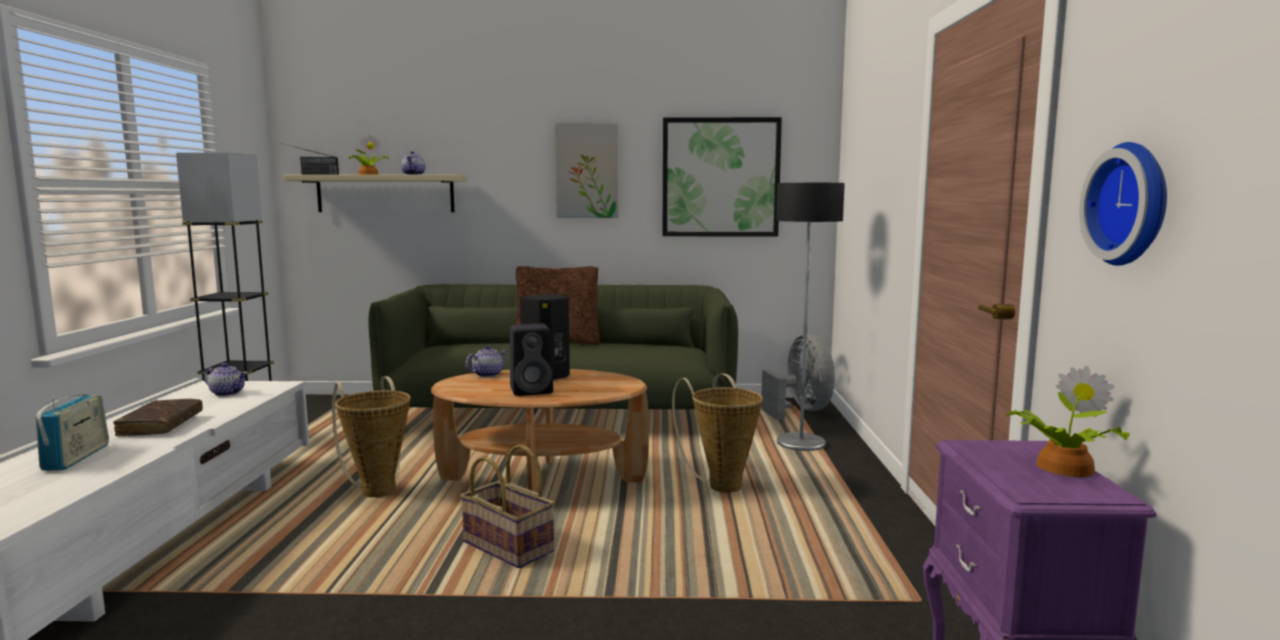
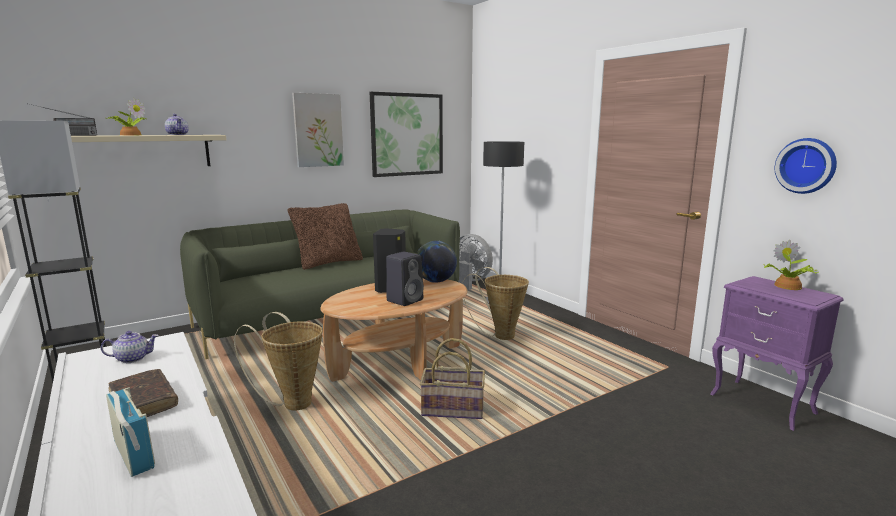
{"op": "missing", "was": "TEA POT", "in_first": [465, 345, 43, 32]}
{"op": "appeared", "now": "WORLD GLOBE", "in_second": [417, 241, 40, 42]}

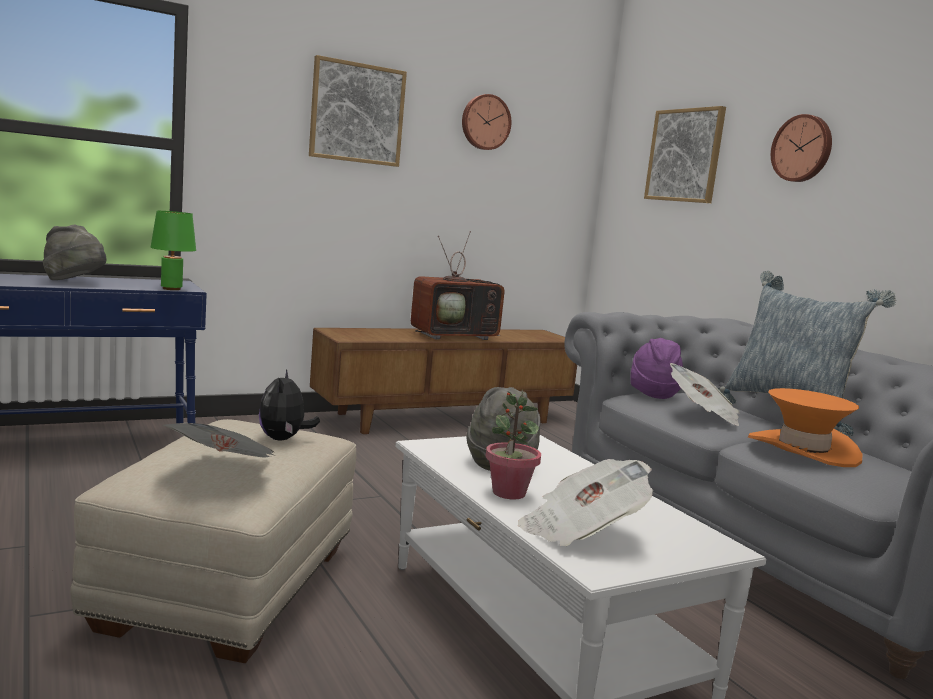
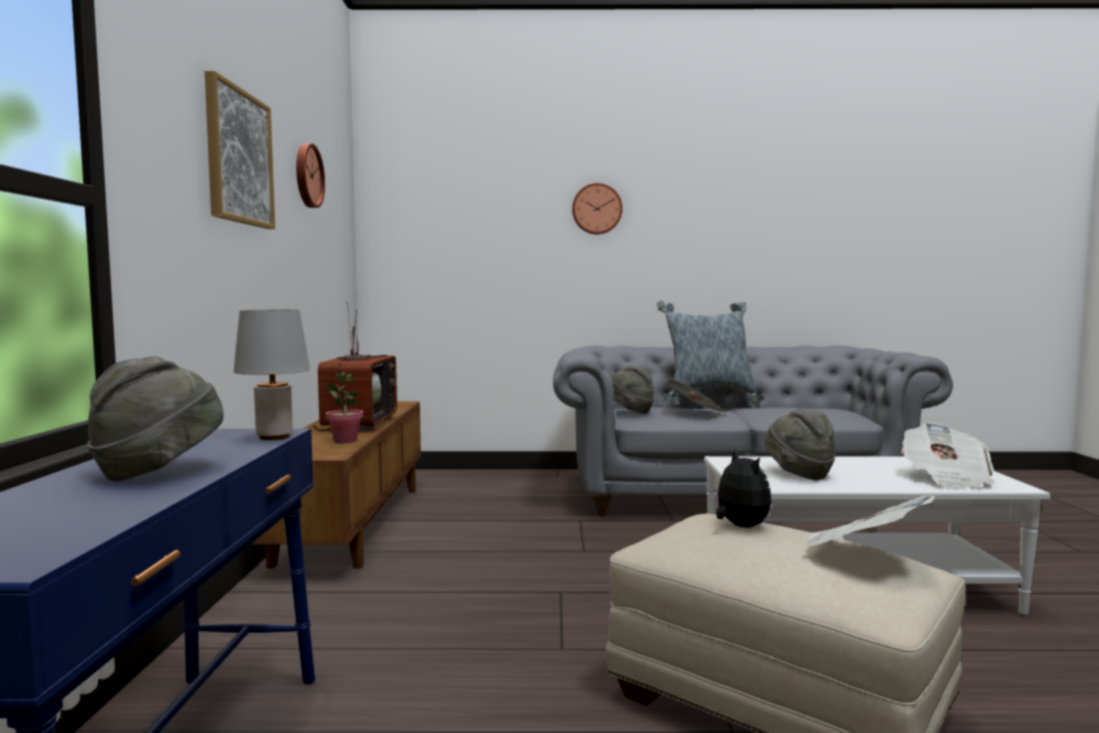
{"op": "missing", "was": "WALL PICTURE", "in_first": [644, 106, 82, 97]}
{"op": "missing", "was": "ORANGE CLOTHING HAT", "in_first": [748, 388, 114, 79]}
{"op": "relocated", "was": "PLANT IN A POT", "in_first": [485, 390, 56, 110], "in_second": [325, 372, 38, 71]}
{"op": "colour", "was": "GREEN-COLOURED TABLE LAMP", "now": "GRAY TABLE LAMP", "in_first": [151, 211, 45, 79], "in_second": [234, 310, 76, 130]}
{"op": "colour", "was": "PURPLE-COLOURED CLOTHING HAT", "now": "GRAY CLOTHING HAT", "in_first": [630, 338, 53, 61], "in_second": [611, 365, 43, 49]}
{"op": "spun", "was": "PLUSH TOY", "in_first": [259, 369, 61, 71], "in_second": [710, 448, 62, 80], "clockwise": -135}

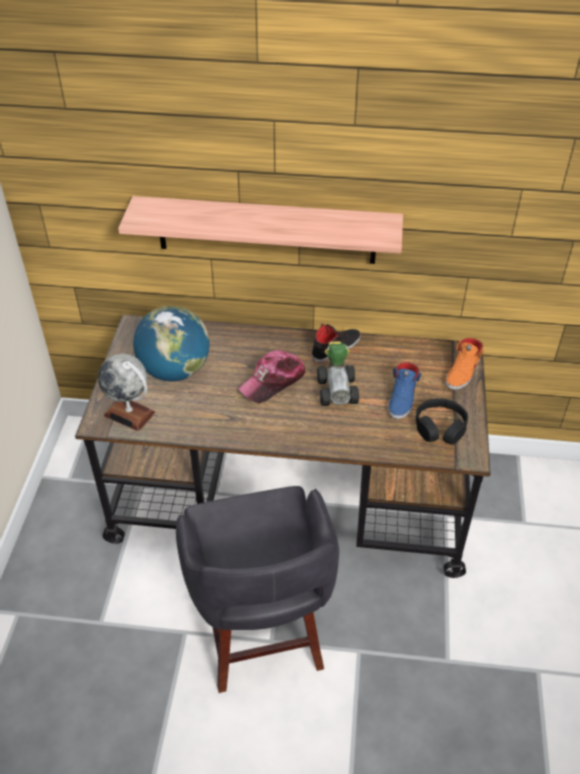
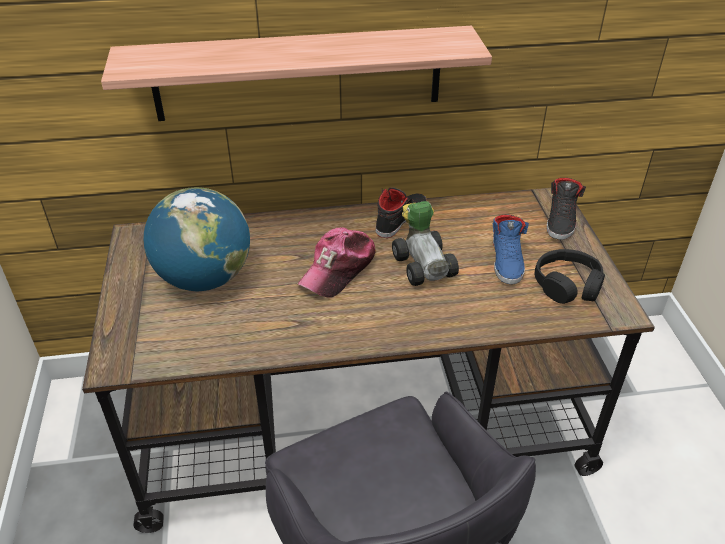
{"op": "missing", "was": "WORLD GLOBE", "in_first": [98, 354, 58, 77]}
{"op": "colour", "was": "ORANGE ITEM OF FOOTWEAR", "now": "BLACK ITEM OF FOOTWEAR", "in_first": [445, 338, 39, 52], "in_second": [547, 178, 39, 62]}

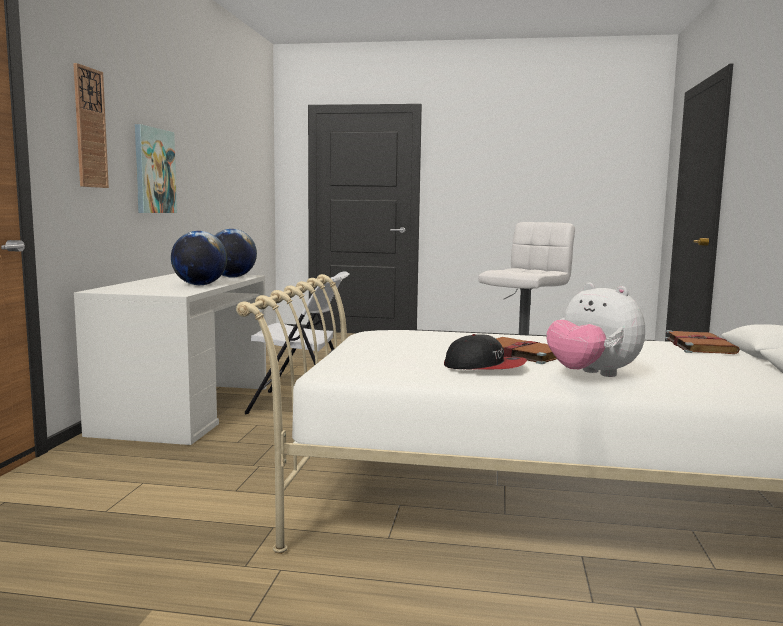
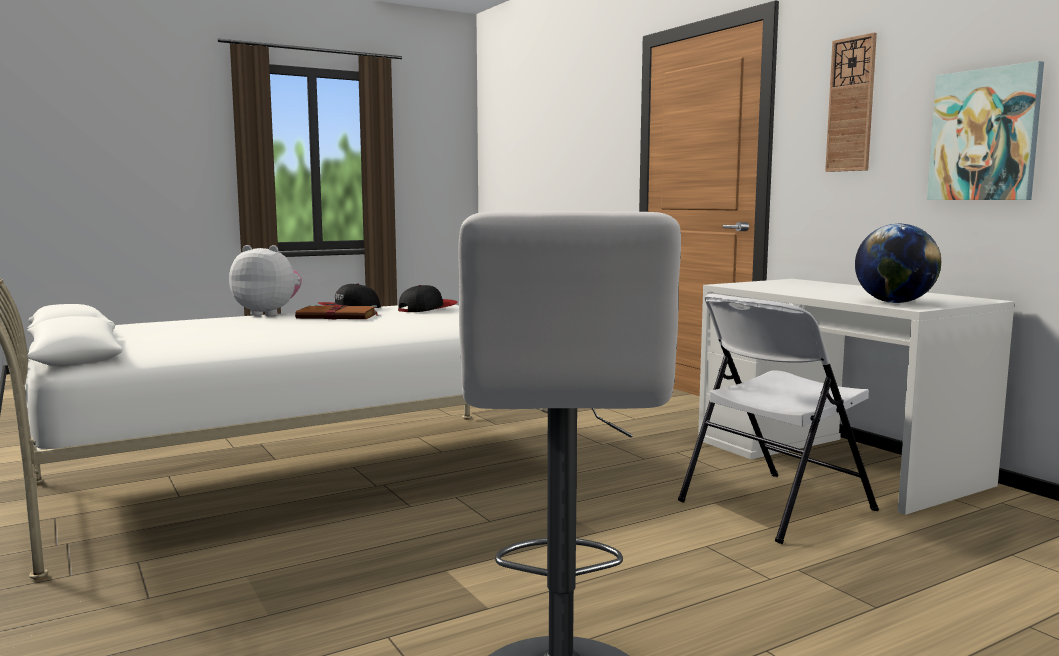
{"op": "missing", "was": "WORLD GLOBE", "in_first": [171, 231, 56, 54]}
{"op": "missing", "was": "BROWN BOOK", "in_first": [665, 330, 75, 24]}
{"op": "appeared", "now": "PEAKED CAP", "in_second": [398, 285, 60, 27]}

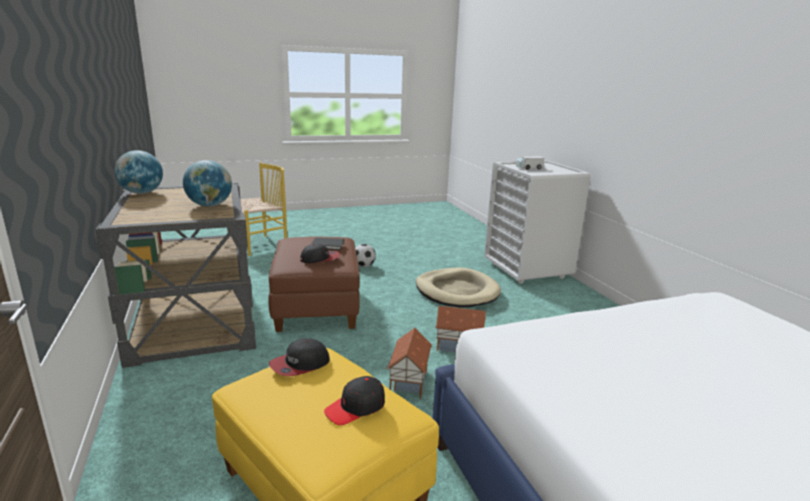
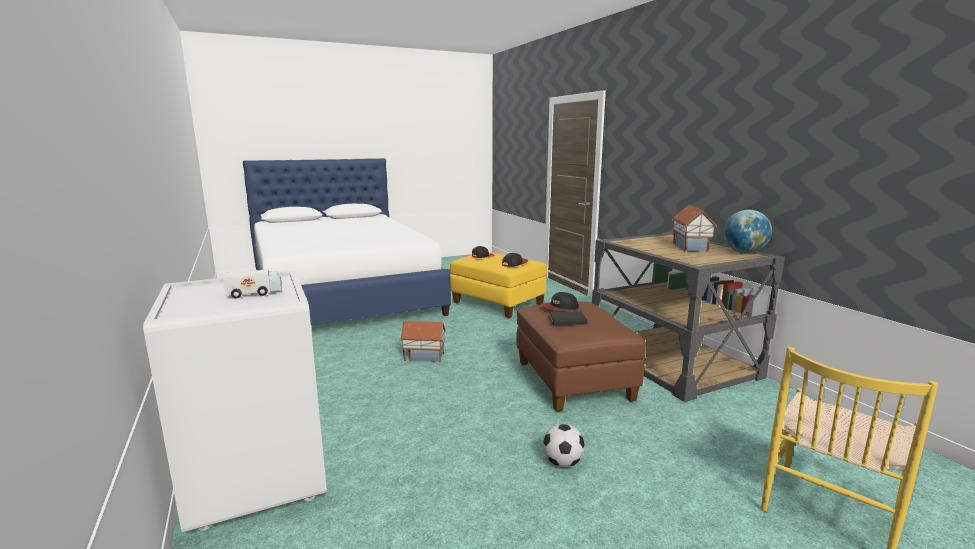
{"op": "missing", "was": "WORLD GLOBE", "in_first": [183, 160, 49, 47]}
{"op": "missing", "was": "SAND-COLOURED DOG CUSHION", "in_first": [416, 267, 85, 40]}
{"op": "relocated", "was": "MODEL HOUSE", "in_first": [387, 328, 45, 71], "in_second": [672, 205, 45, 47]}

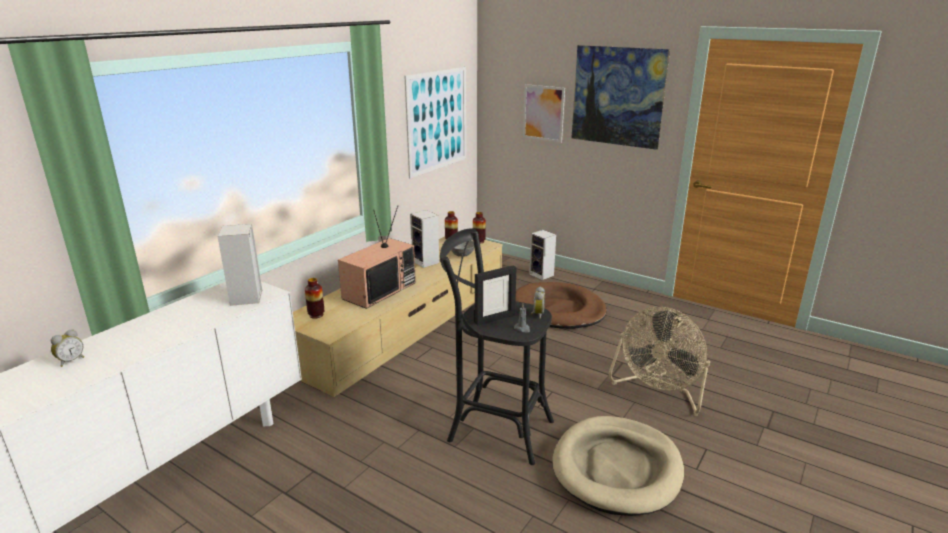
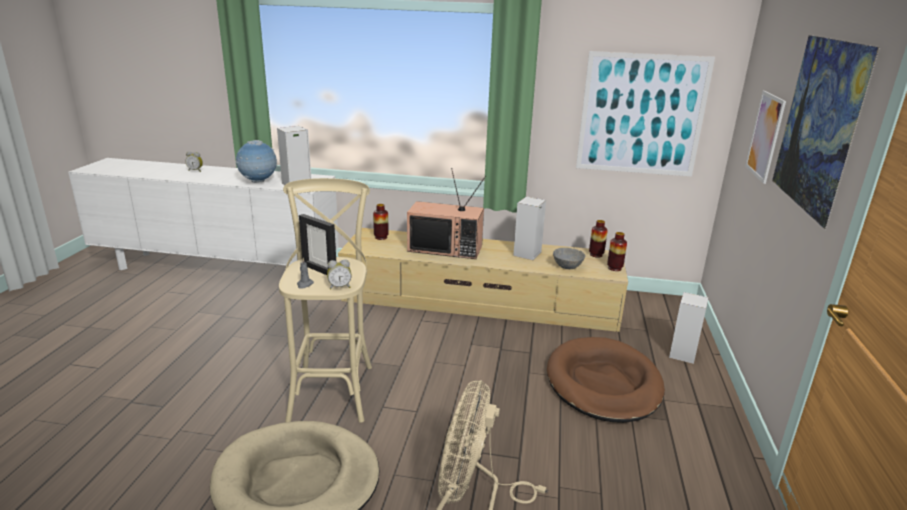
{"op": "appeared", "now": "WORLD GLOBE", "in_second": [236, 140, 41, 43]}
{"op": "colour", "was": "BLACK SITTING STOOL", "now": "SAND-COLOURED SITTING STOOL", "in_first": [440, 228, 114, 237], "in_second": [279, 178, 93, 245]}

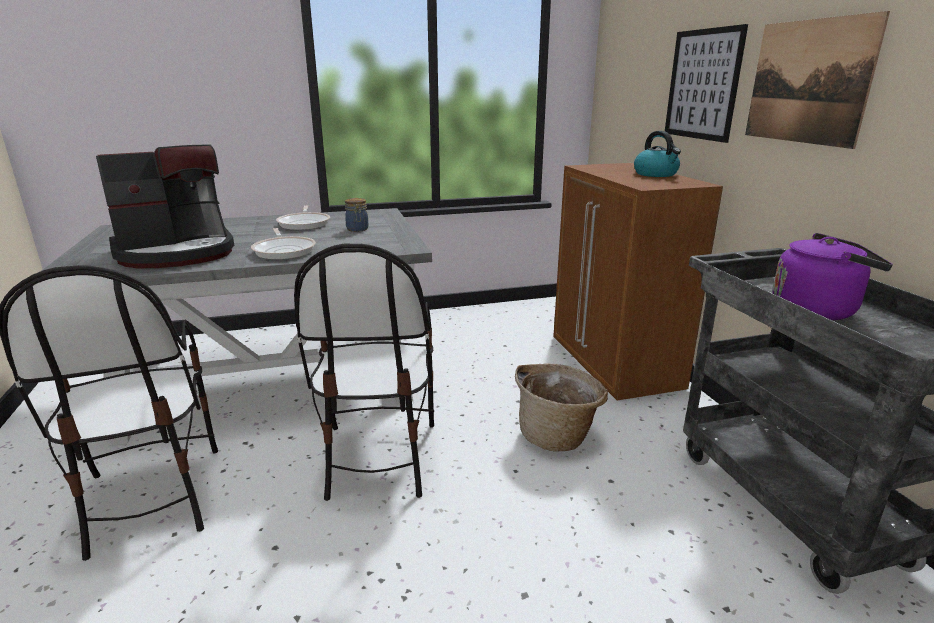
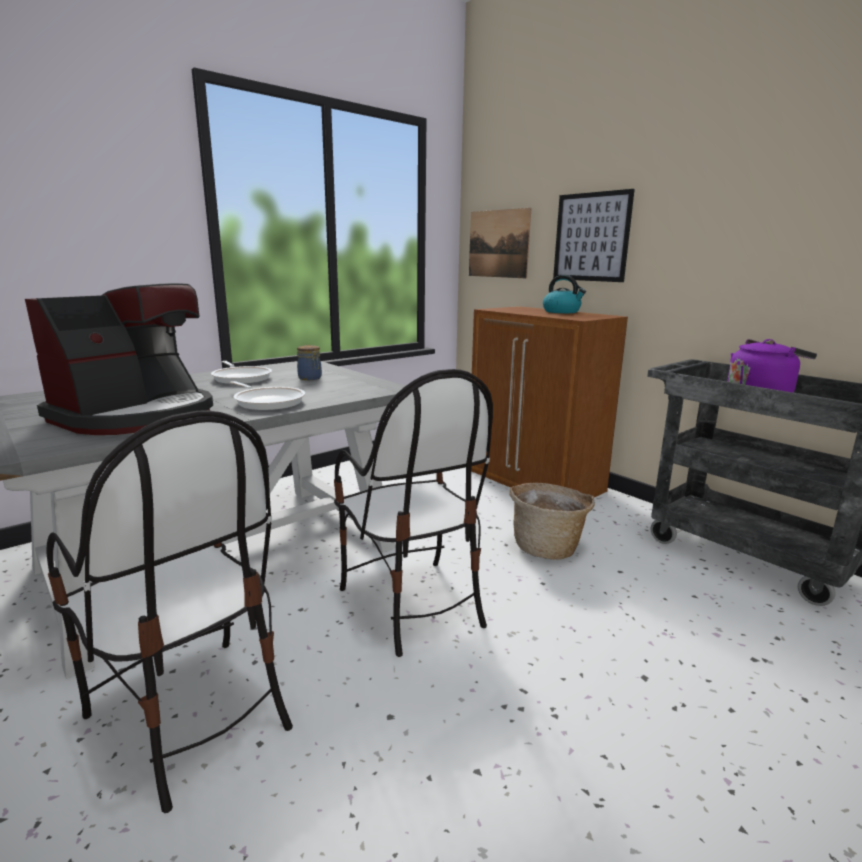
{"op": "relocated", "was": "WALL PICTURE", "in_first": [745, 11, 145, 138], "in_second": [469, 208, 62, 71]}

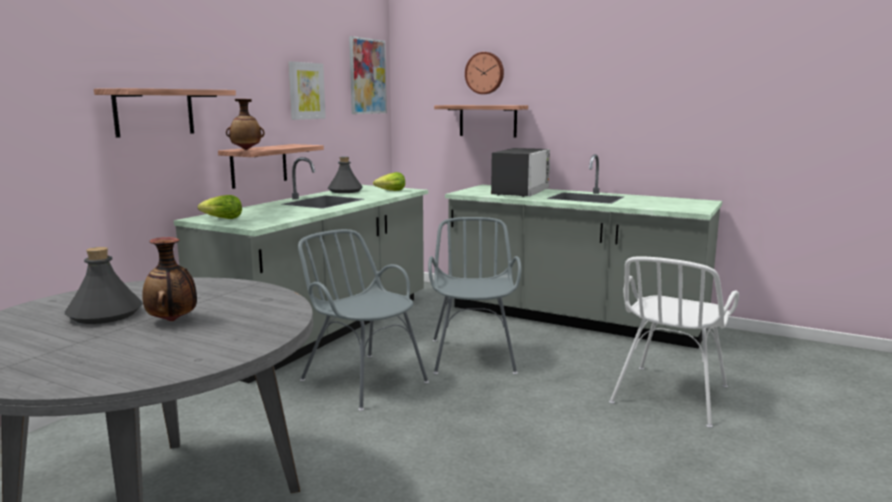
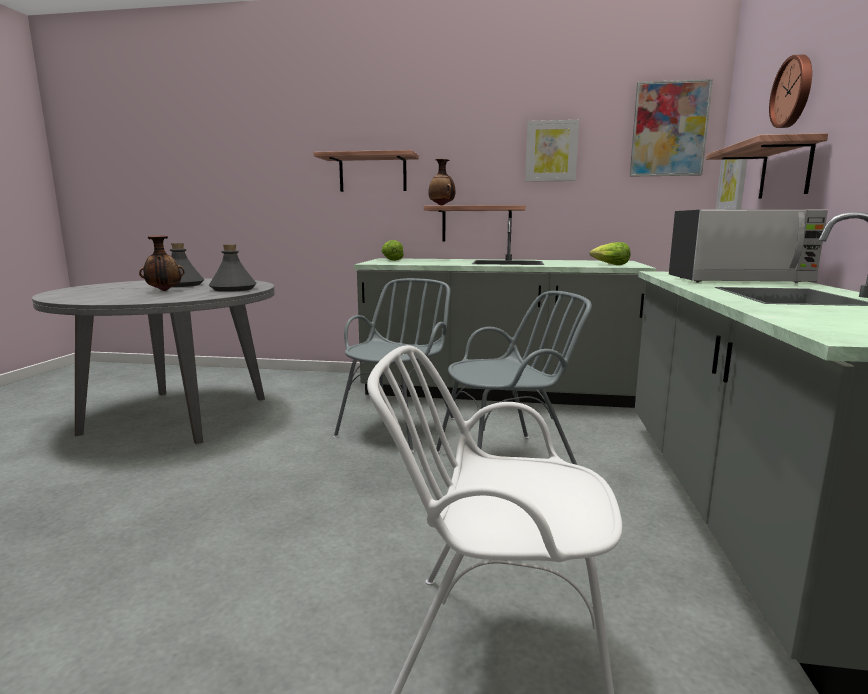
{"op": "appeared", "now": "WALL PICTURE", "in_second": [716, 140, 31, 70]}
{"op": "relocated", "was": "GRAY DRINK BOTTLE", "in_first": [328, 157, 35, 36], "in_second": [209, 244, 48, 48]}

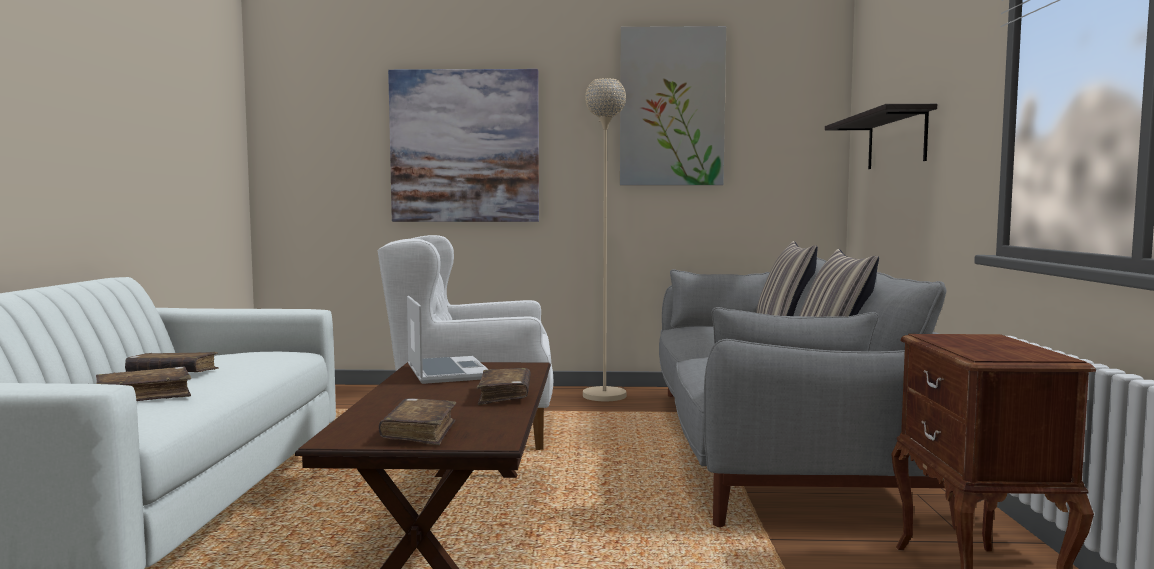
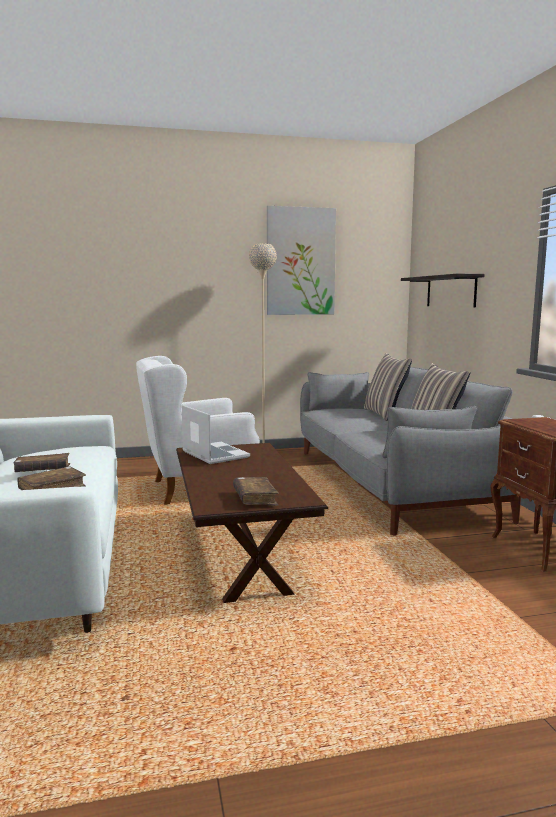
{"op": "missing", "was": "WALL PICTURE", "in_first": [388, 69, 151, 153]}
{"op": "missing", "was": "BROWN BOOK", "in_first": [477, 368, 54, 37]}

